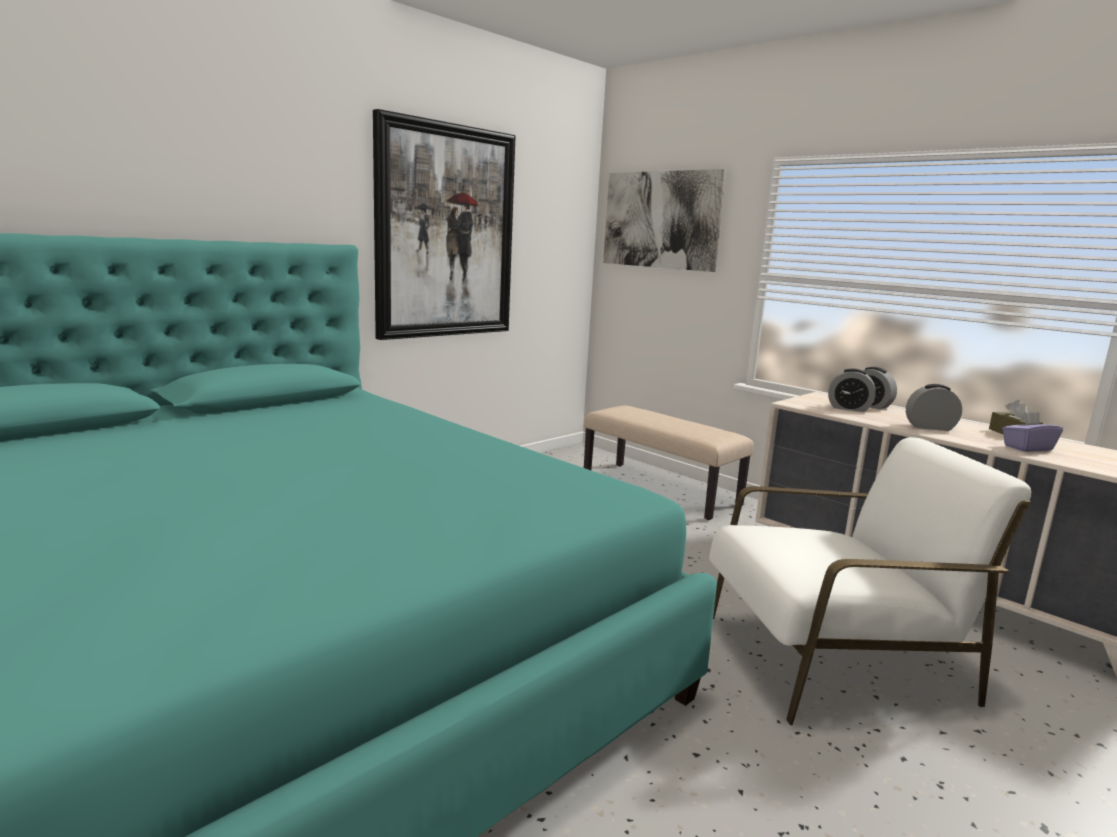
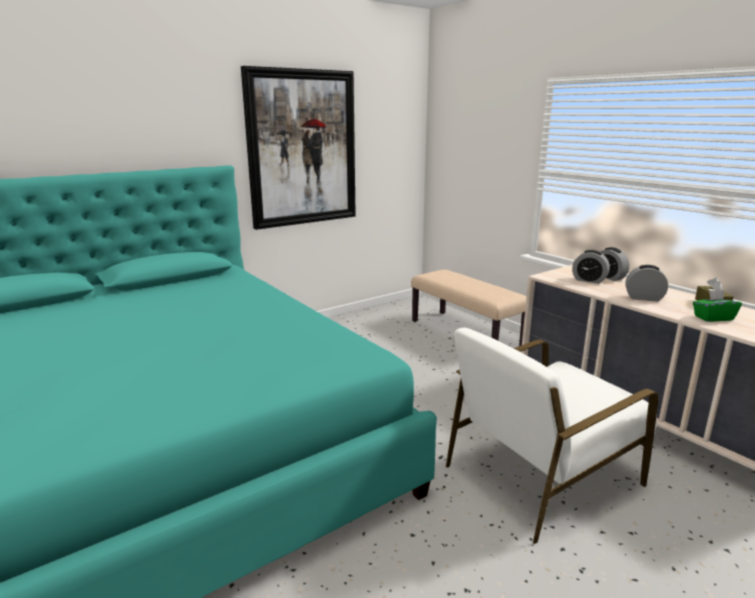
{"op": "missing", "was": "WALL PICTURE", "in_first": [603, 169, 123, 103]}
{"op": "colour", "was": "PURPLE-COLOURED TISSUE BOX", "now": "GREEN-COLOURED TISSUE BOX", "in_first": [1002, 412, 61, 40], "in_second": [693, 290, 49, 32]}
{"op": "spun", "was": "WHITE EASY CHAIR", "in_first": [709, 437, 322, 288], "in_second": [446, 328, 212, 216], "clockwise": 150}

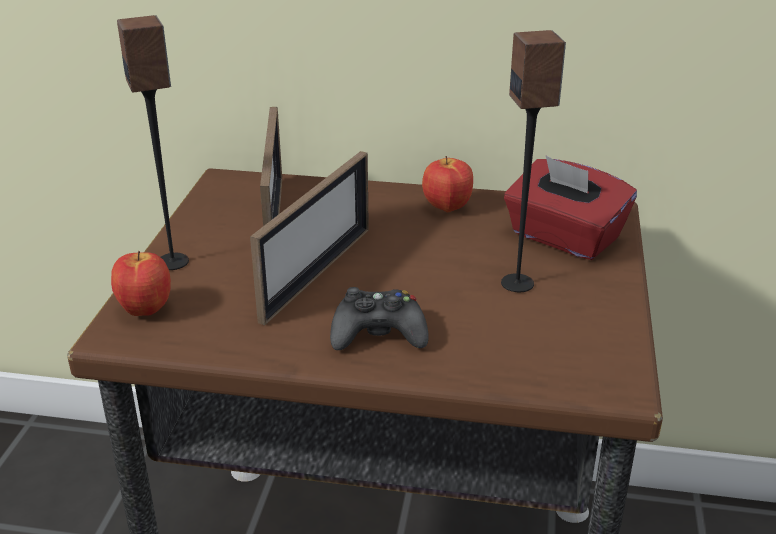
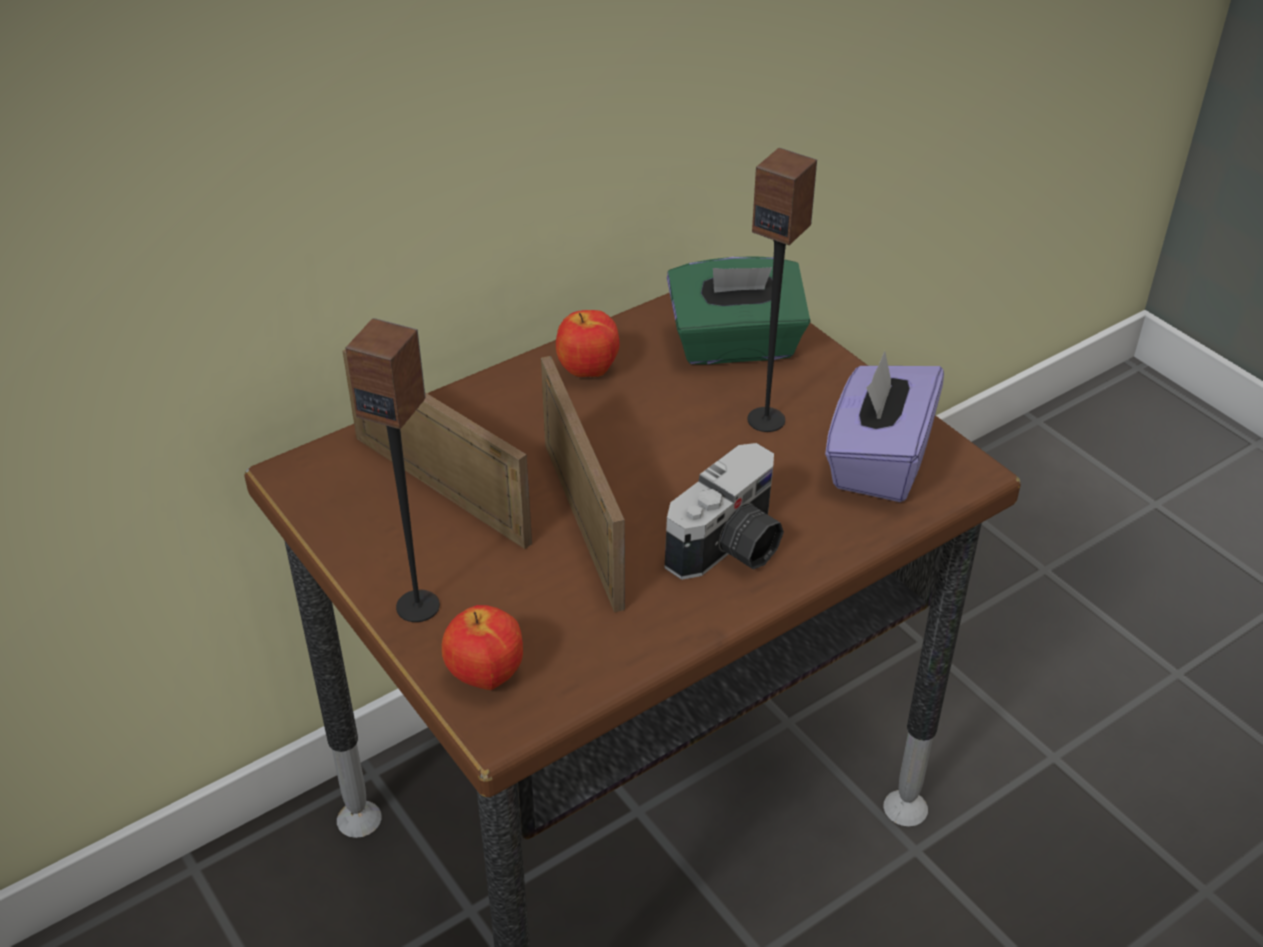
{"op": "appeared", "now": "PURPLE-COLOURED TISSUE BOX", "in_second": [825, 351, 119, 151]}
{"op": "exchanged", "was": "BLACK JOYPAD", "now": "STILL CAMERA", "in_first": [330, 287, 99, 63], "in_second": [665, 443, 119, 137]}
{"op": "colour", "was": "REDDISH TISSUE BOX", "now": "GREEN-COLOURED TISSUE BOX", "in_first": [504, 156, 133, 104], "in_second": [667, 257, 143, 108]}

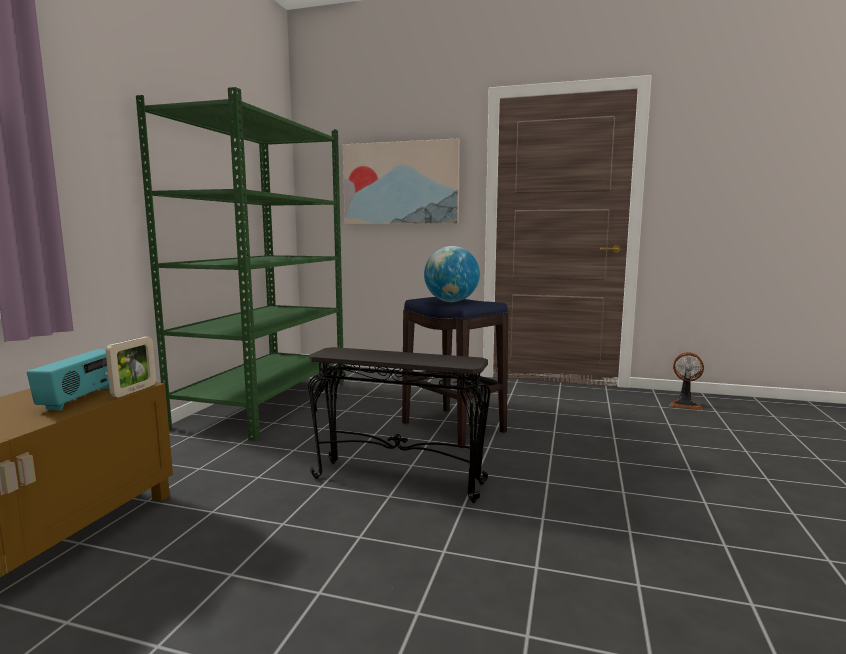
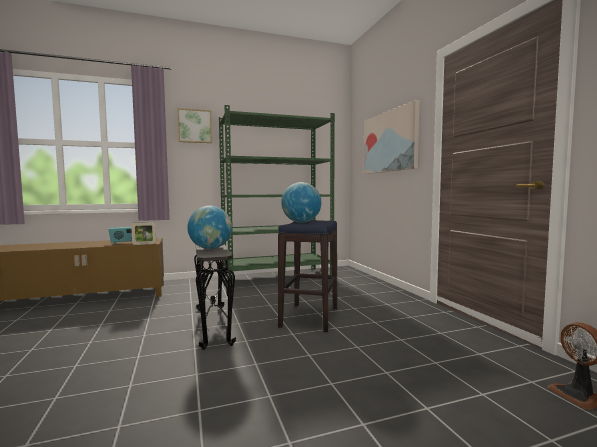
{"op": "appeared", "now": "WALL PICTURE", "in_second": [177, 108, 35, 35]}
{"op": "appeared", "now": "WORLD GLOBE", "in_second": [187, 206, 45, 43]}

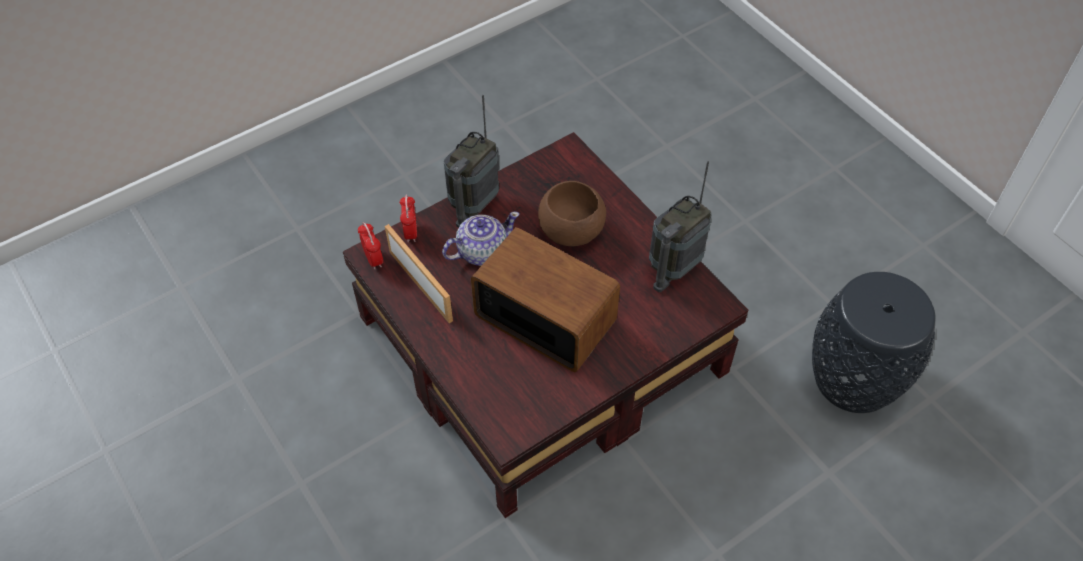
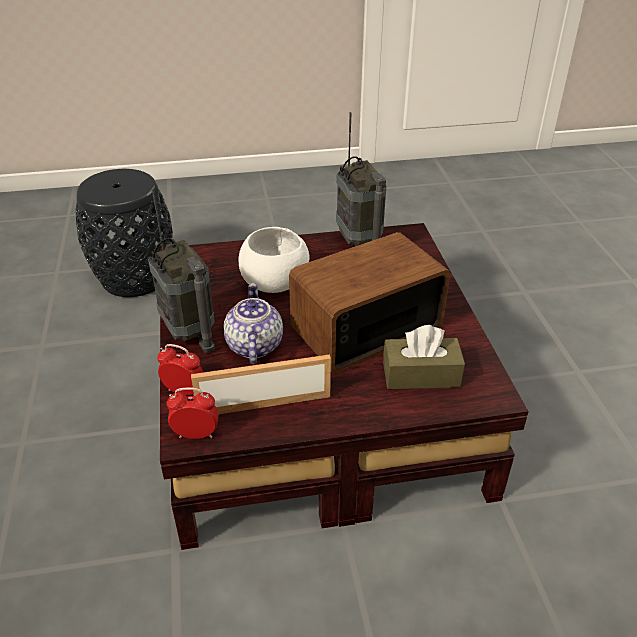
{"op": "appeared", "now": "BROWN TISSUE BOX", "in_second": [383, 325, 82, 64]}
{"op": "relocated", "was": "BLACK SITTING STOOL", "in_first": [812, 272, 124, 141], "in_second": [76, 169, 97, 128]}
{"op": "colour", "was": "BROWN BOWL", "now": "WHITE BOWL", "in_first": [538, 181, 68, 65], "in_second": [238, 227, 72, 66]}

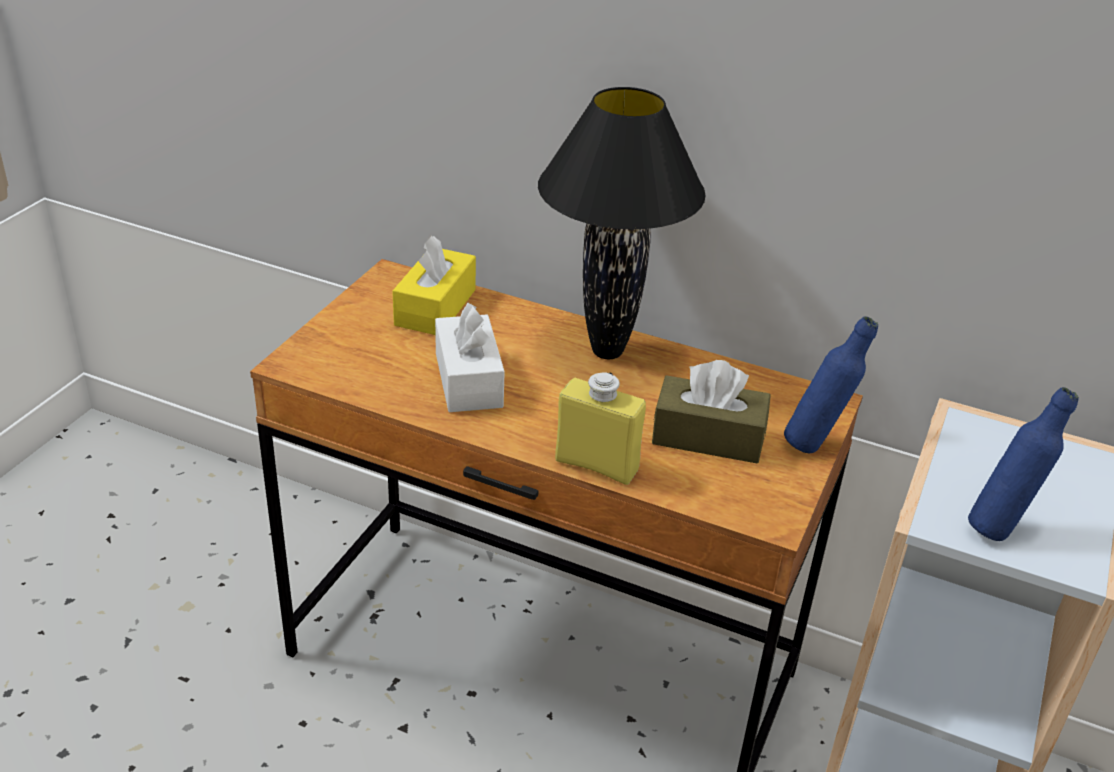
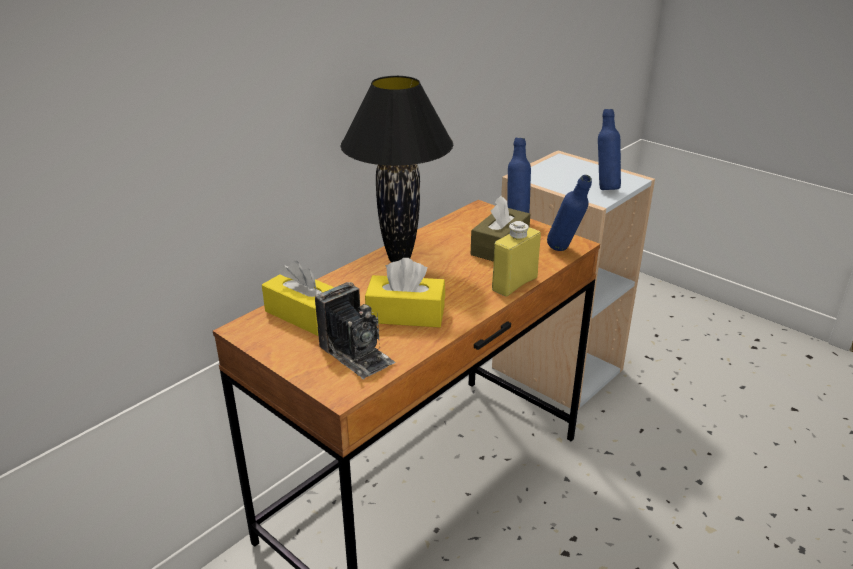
{"op": "appeared", "now": "STILL CAMERA", "in_second": [315, 282, 80, 98]}
{"op": "appeared", "now": "BLUE-COLOURED DRINK BOTTLE", "in_second": [547, 175, 45, 76]}
{"op": "colour", "was": "WHITE TISSUE BOX", "now": "YELLOW-COLOURED TISSUE BOX", "in_first": [435, 303, 70, 109], "in_second": [365, 258, 80, 70]}

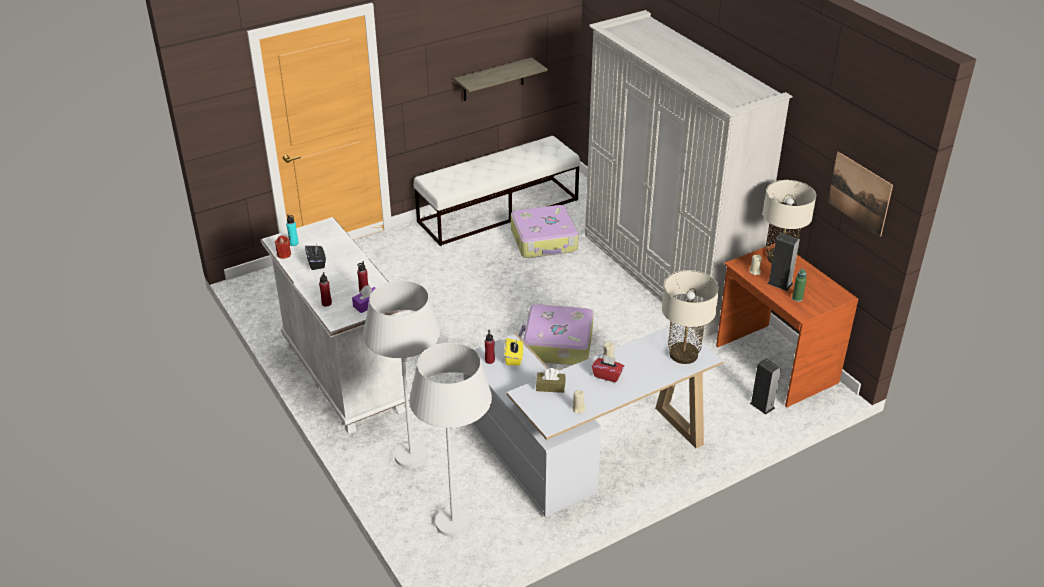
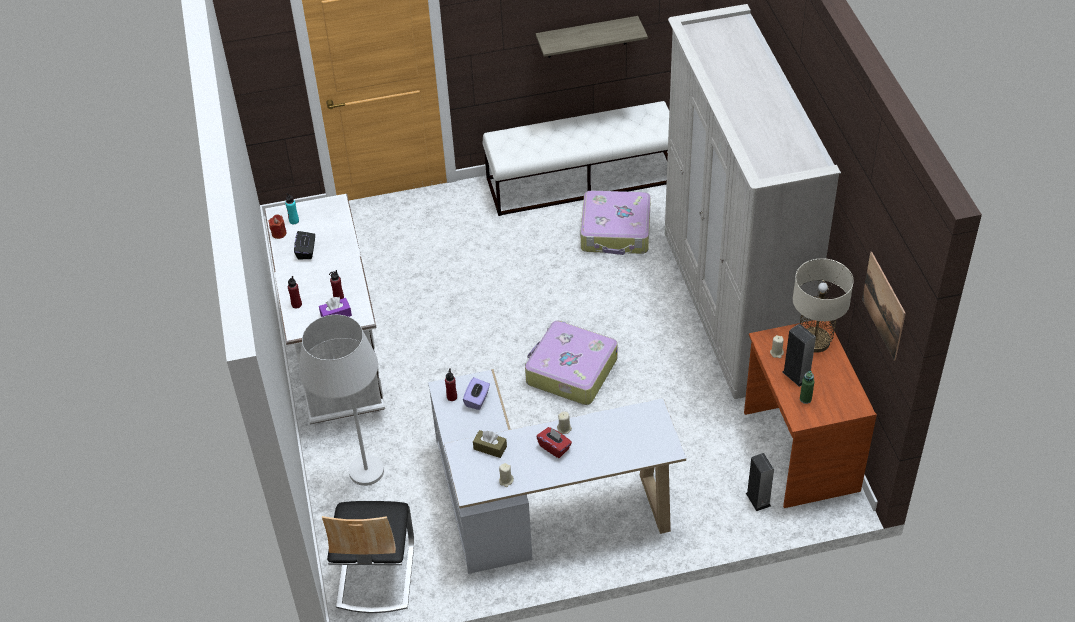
{"op": "missing", "was": "TABLE LAMP", "in_first": [662, 270, 57, 94]}
{"op": "exchanged", "was": "WHITE FLOOR LAMP", "now": "CHAIR", "in_first": [409, 342, 83, 195], "in_second": [322, 501, 92, 112]}
{"op": "colour", "was": "YELLOW-COLOURED TISSUE BOX", "now": "PURPLE-COLOURED TISSUE BOX", "in_first": [505, 338, 18, 27], "in_second": [463, 377, 27, 33]}

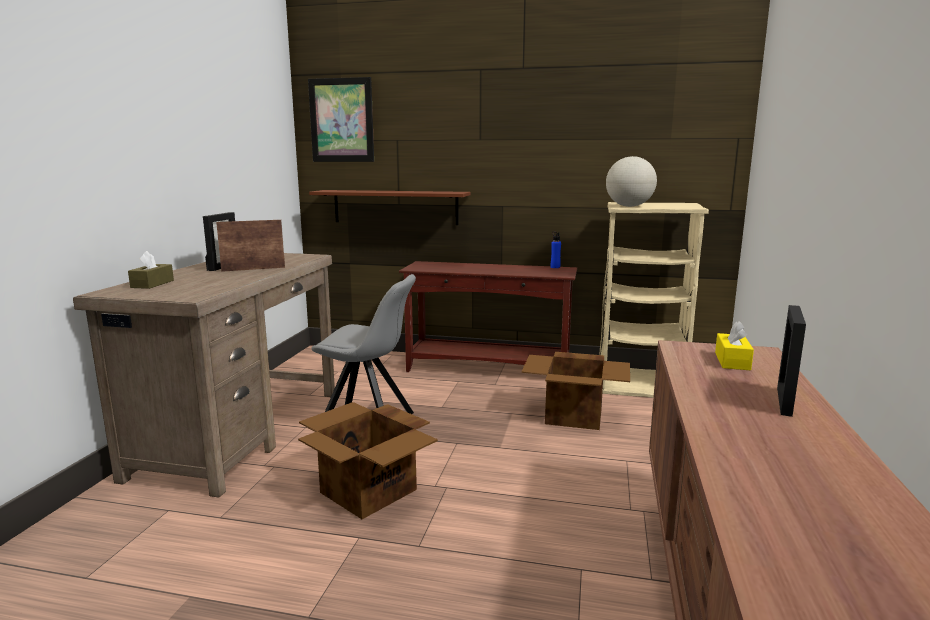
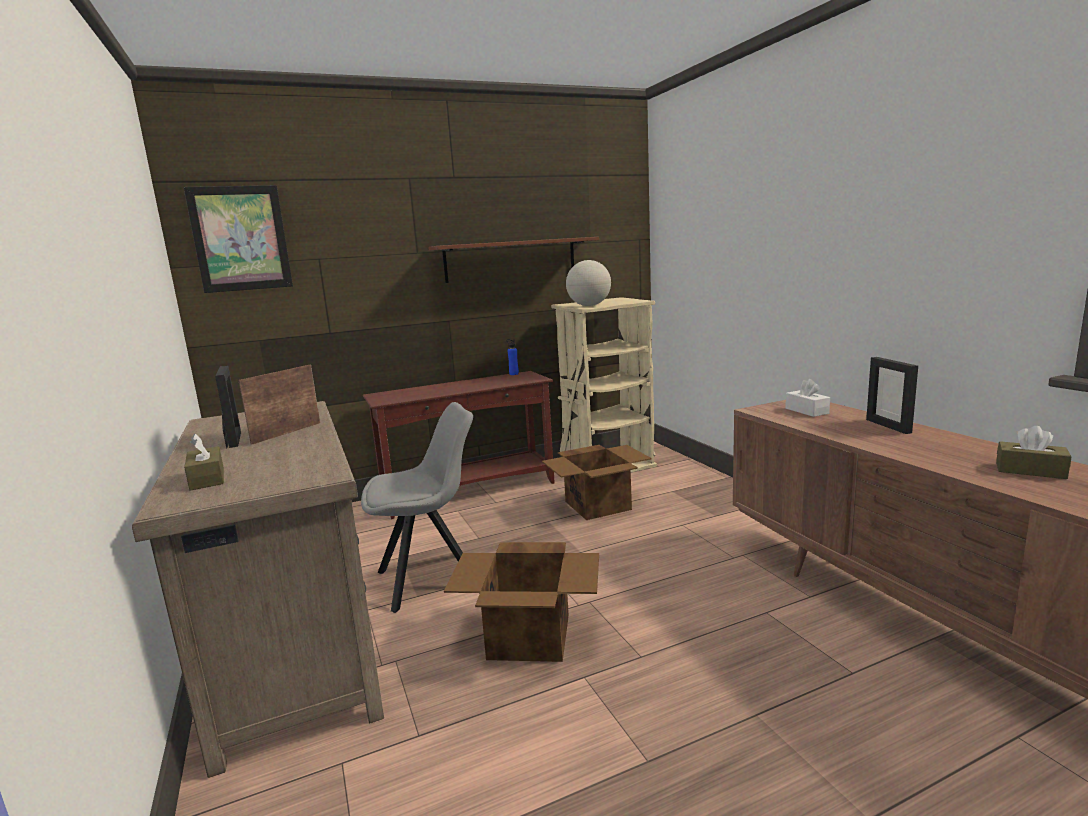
{"op": "appeared", "now": "BROWN TISSUE BOX", "in_second": [996, 426, 76, 53]}
{"op": "relocated", "was": "BROWN WALL SHELF", "in_first": [309, 190, 162, 35], "in_second": [428, 237, 171, 46]}
{"op": "colour", "was": "YELLOW-COLOURED TISSUE BOX", "now": "WHITE TISSUE BOX", "in_first": [715, 321, 39, 49], "in_second": [785, 379, 45, 38]}

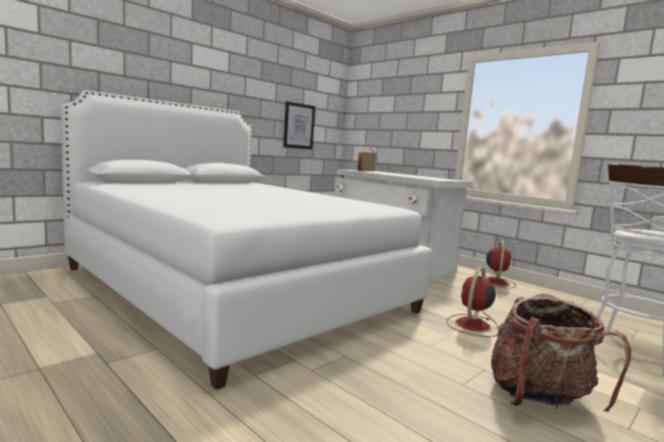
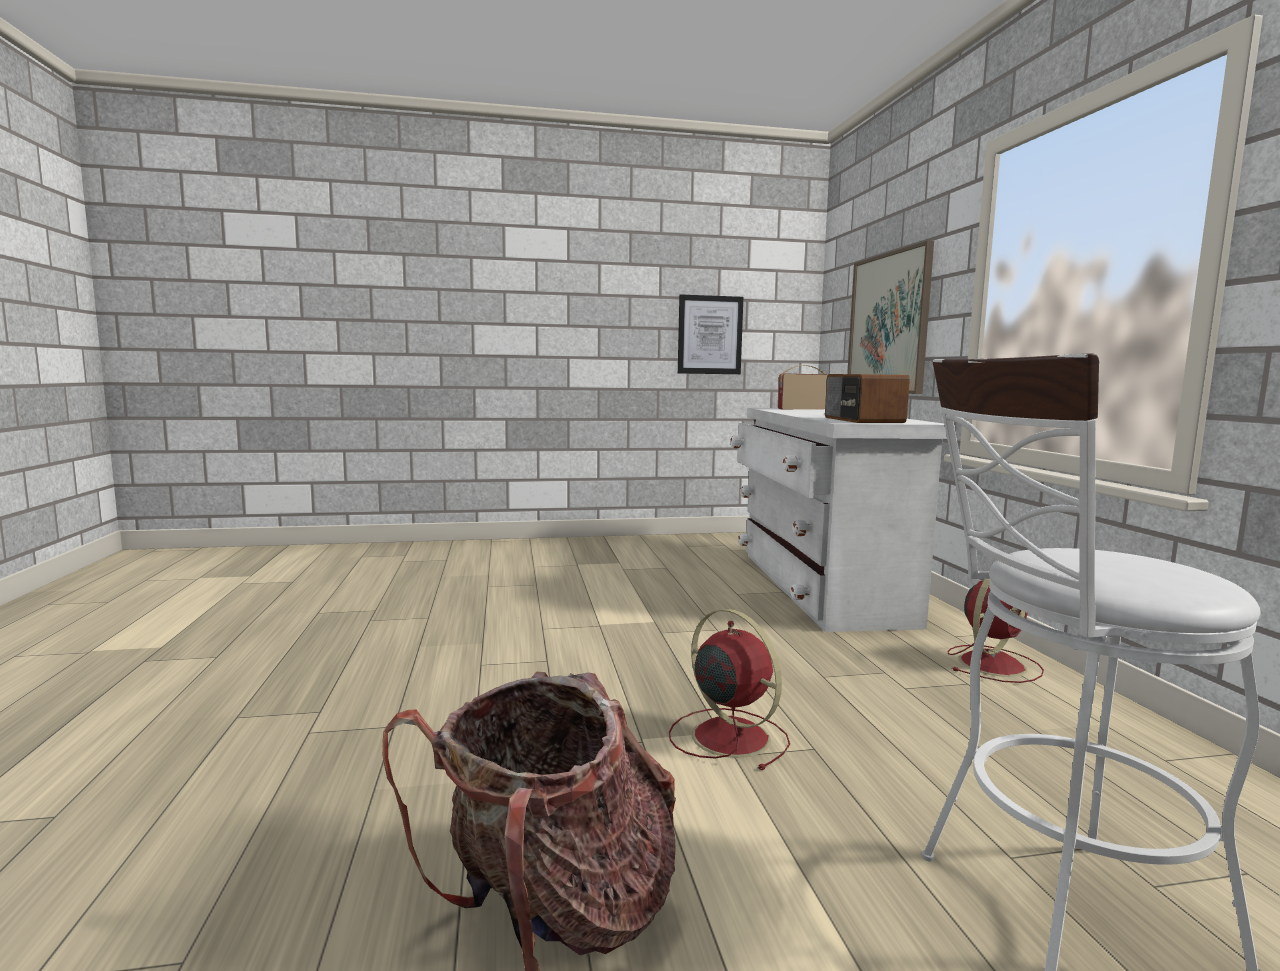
{"op": "missing", "was": "WHITE BED", "in_first": [61, 90, 371, 300]}
{"op": "appeared", "now": "RADIO", "in_second": [825, 374, 85, 49]}
{"op": "appeared", "now": "WALL PICTURE", "in_second": [847, 241, 87, 153]}
{"op": "spun", "was": "REDDISH FAN", "in_first": [447, 267, 52, 70], "in_second": [669, 609, 121, 161], "clockwise": 75}

